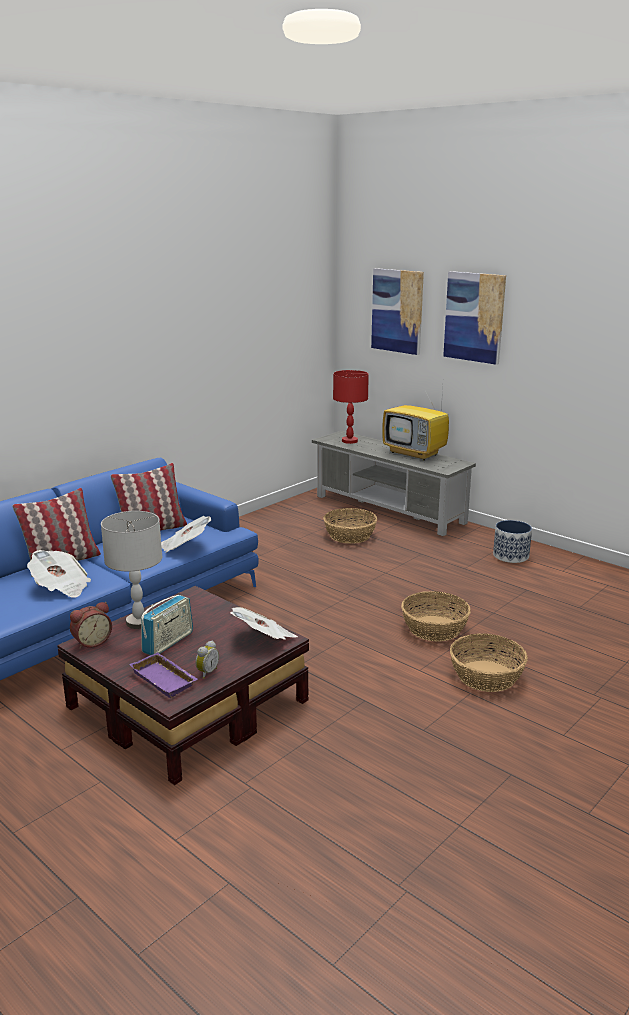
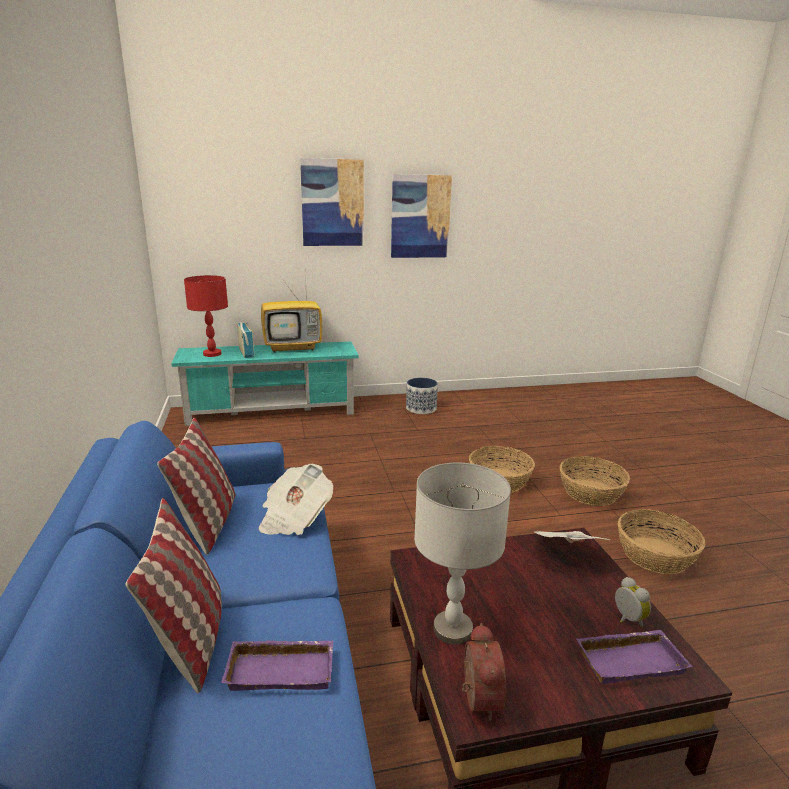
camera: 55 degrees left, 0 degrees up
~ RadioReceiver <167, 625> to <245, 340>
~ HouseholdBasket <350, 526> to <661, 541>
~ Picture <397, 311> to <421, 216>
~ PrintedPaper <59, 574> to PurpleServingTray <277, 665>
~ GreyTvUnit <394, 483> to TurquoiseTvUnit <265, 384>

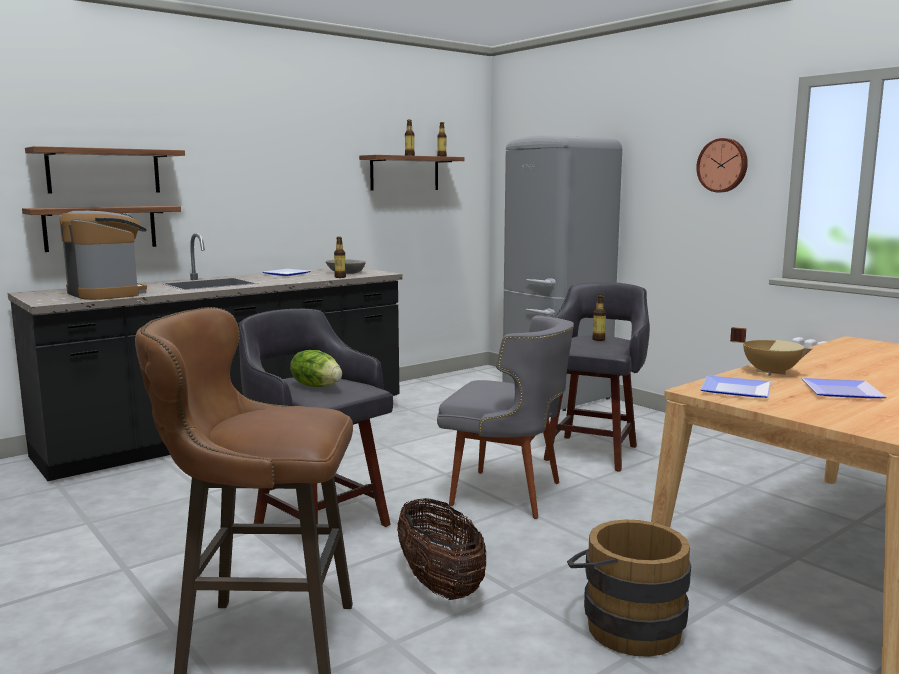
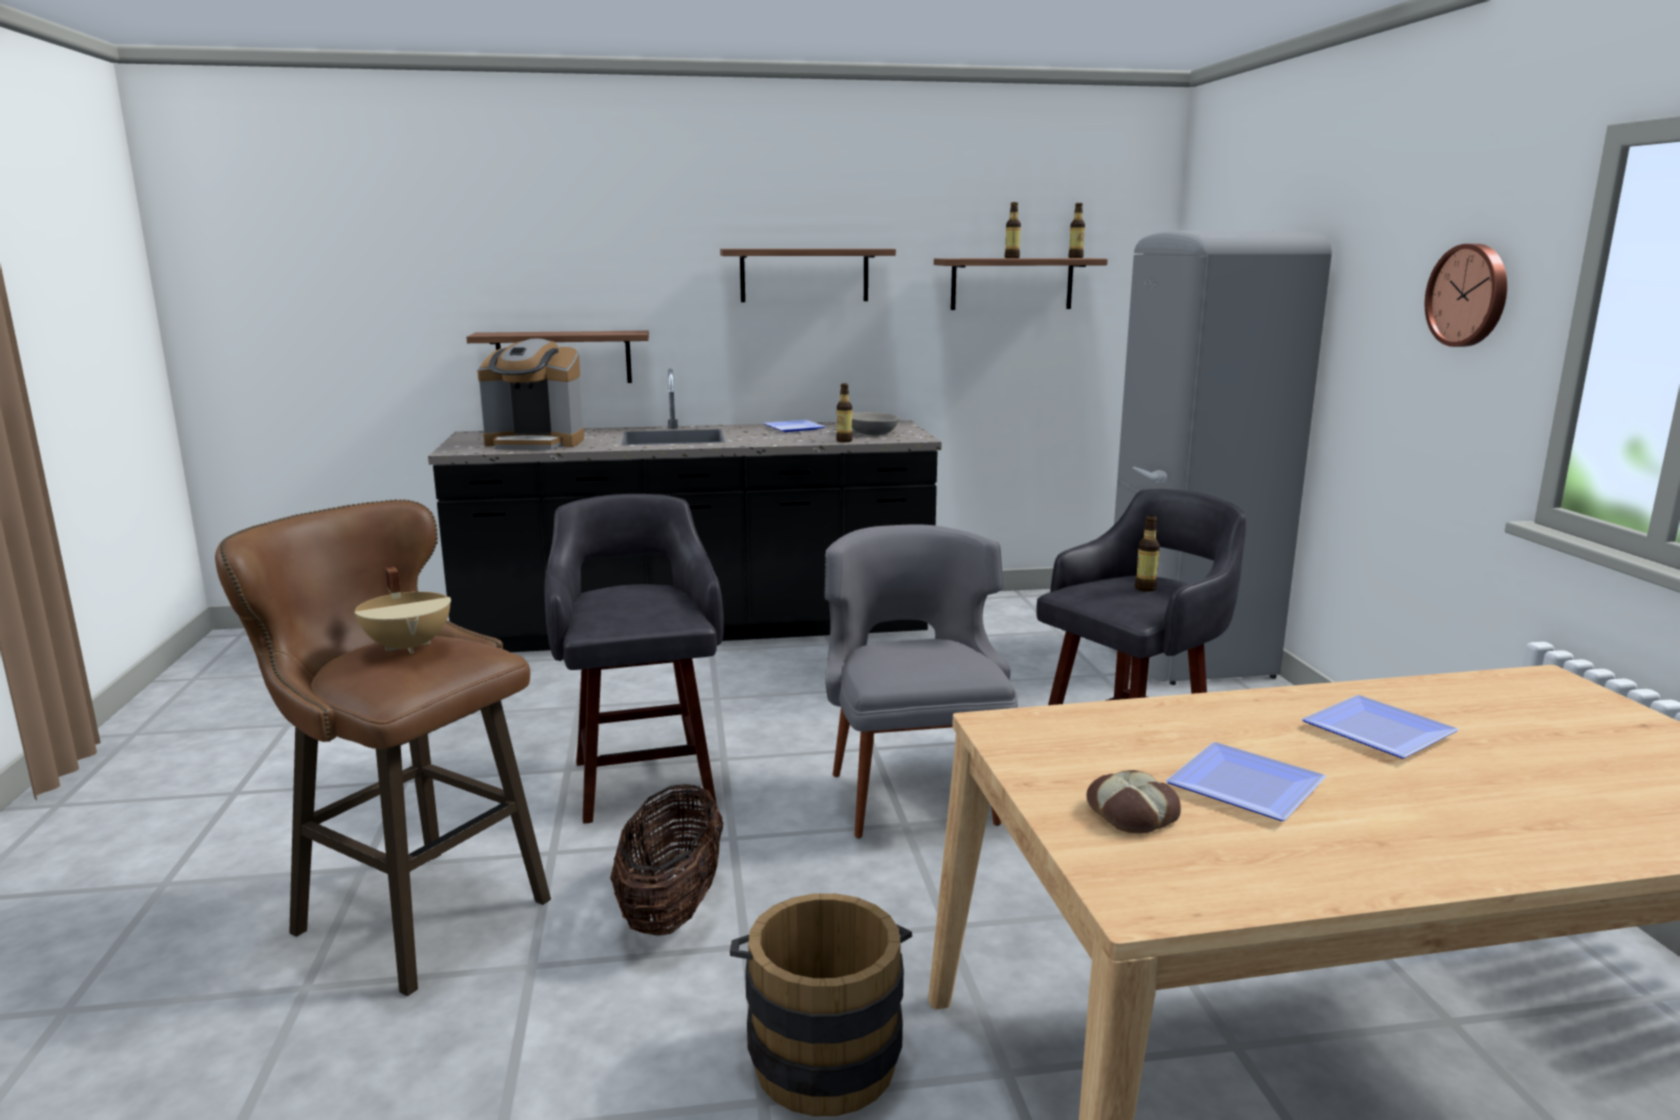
camera: 30 degrees right, 5 degrees up
- Lettuce <316, 368>
+ BakedBread <1134, 802>
~ BracketShelf <105, 169> to <808, 275>
~ FlatDish <735, 386> to <1380, 726>
~ BeigeCookingPot <771, 351> to <402, 610>
~ CoffeeMachine <103, 255> = <530, 394> 105 degrees clockwise
~ GreyUprightChair <505, 417> = <921, 681> 150 degrees counterclockwise

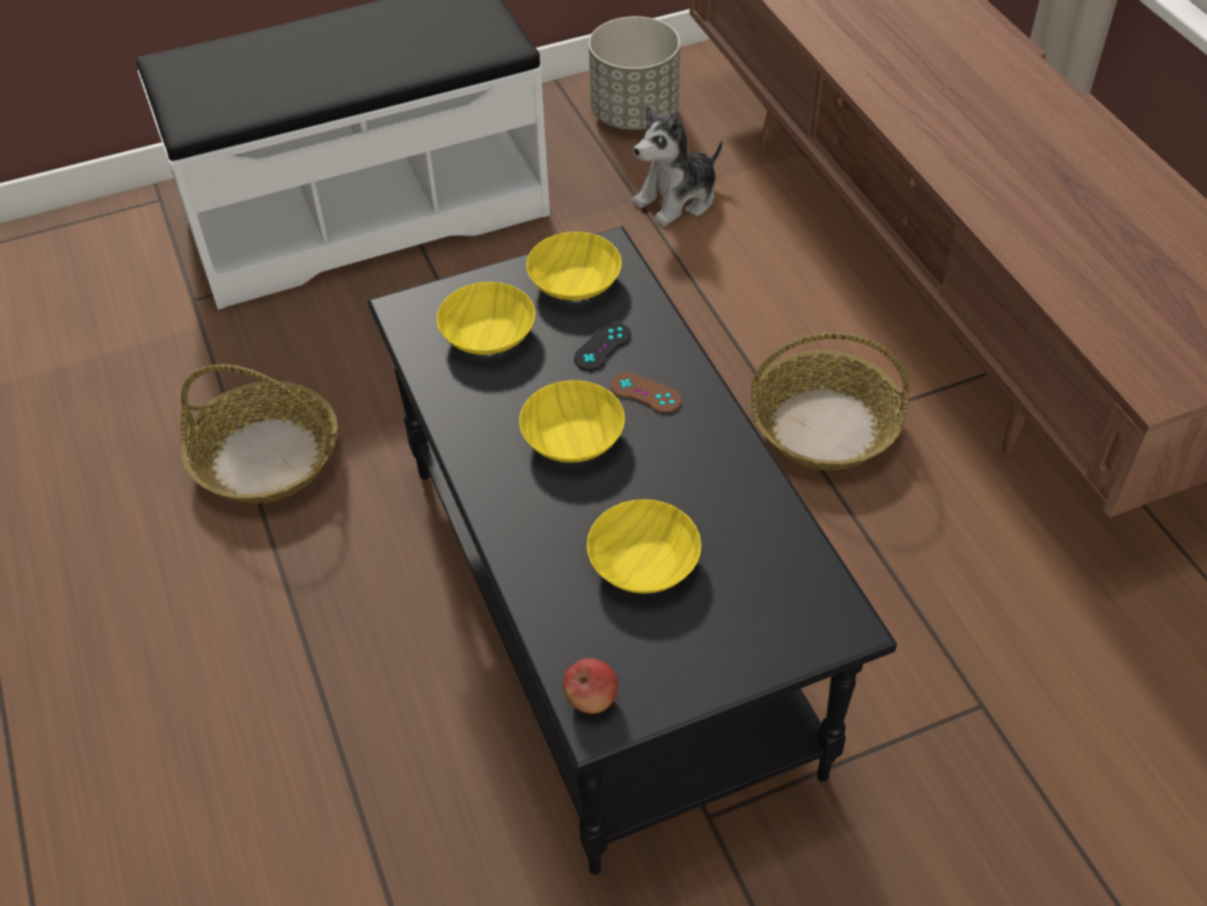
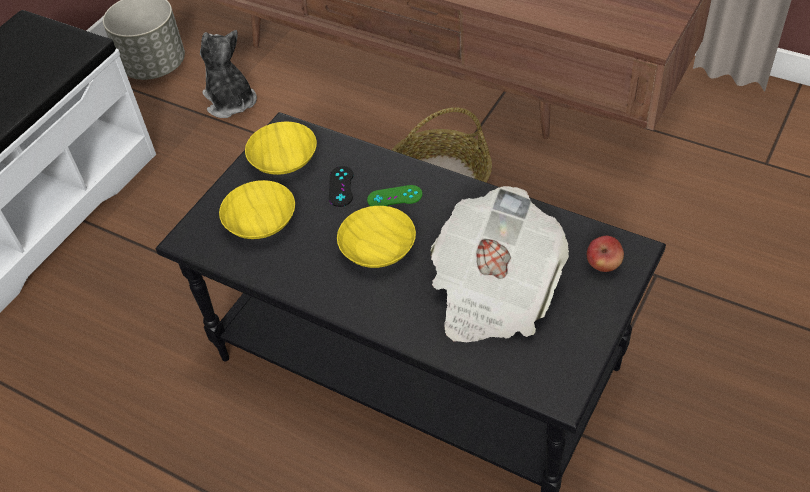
camera: 35 degrees left, 0 degrees up
- HouseholdBasket <259, 434>
~ AppleFruit <590, 686> to <605, 254>
~ YellowColouredServingBowl <644, 546> to PrintedPaper <499, 264>
~ BrownishGameController <646, 392> to GreenishGameController <394, 195>
~ CuddlyToy <677, 166> = <228, 74> 135 degrees clockwise

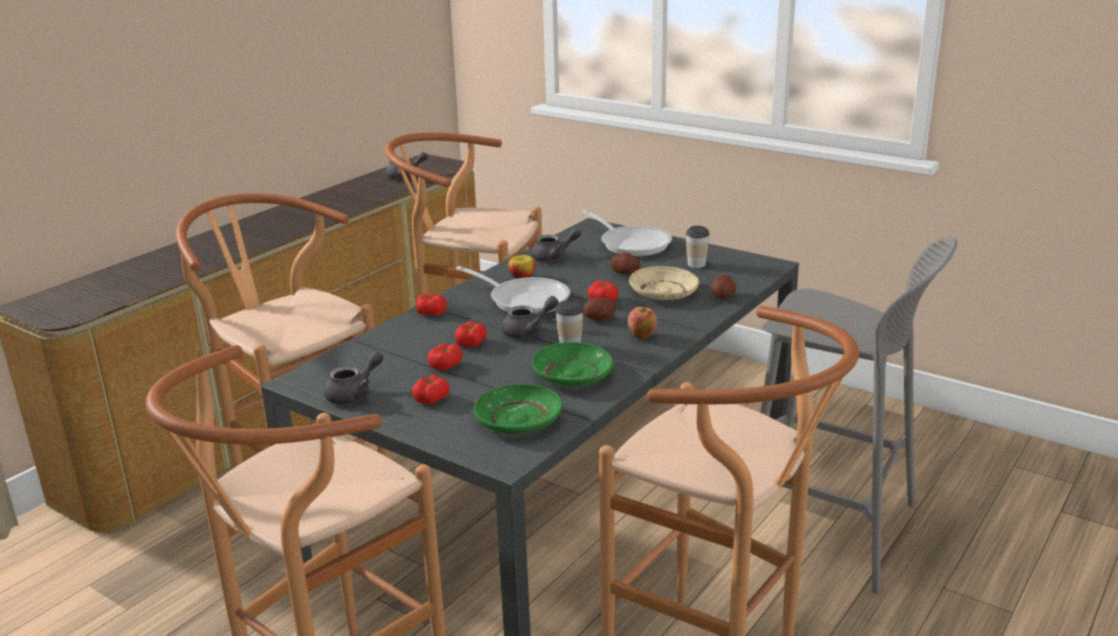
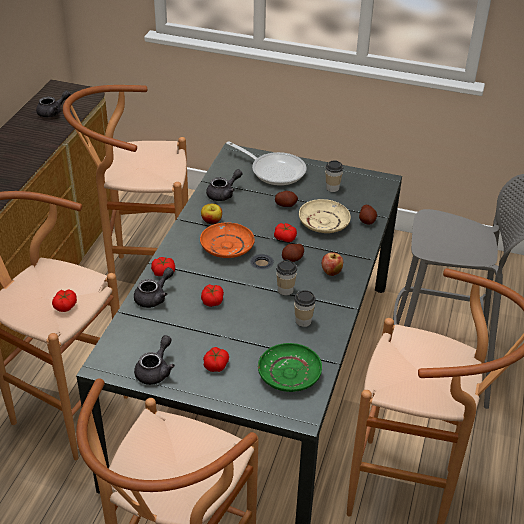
camera: 20 degrees left, 15 degrees up
~ Tomato <445, 357> to <64, 300>
~ GreyPotForTea <530, 317> to <154, 287>
~ Skillet <513, 289> to OrangeColouredFlatDish <227, 240>
~ GreenishFlatDish <572, 364> to SmallCup <305, 308>

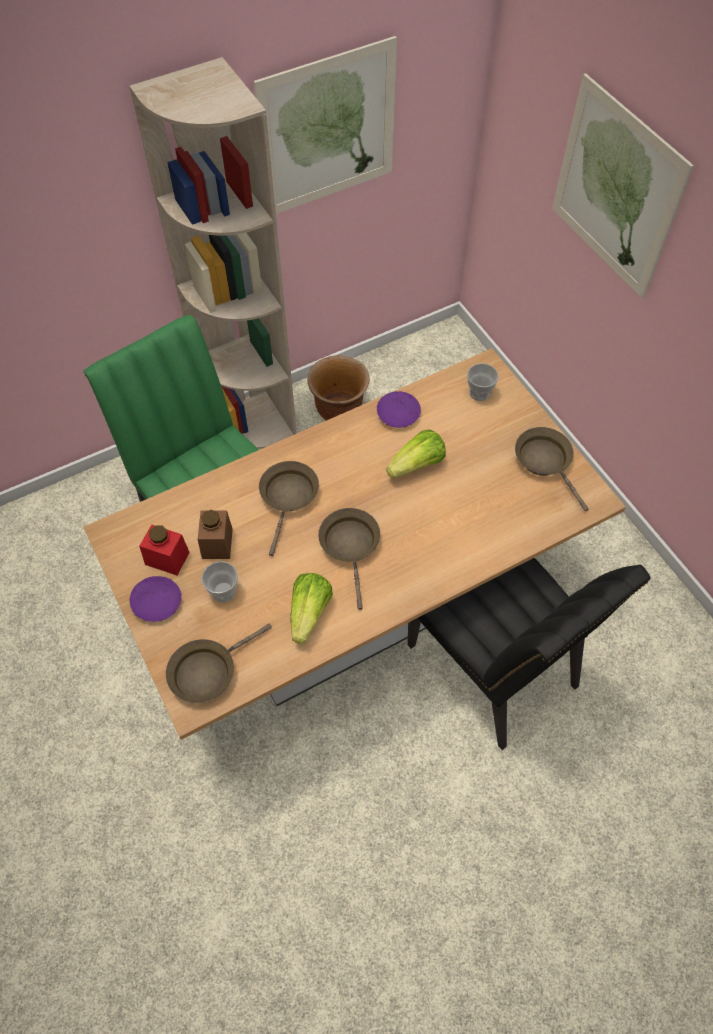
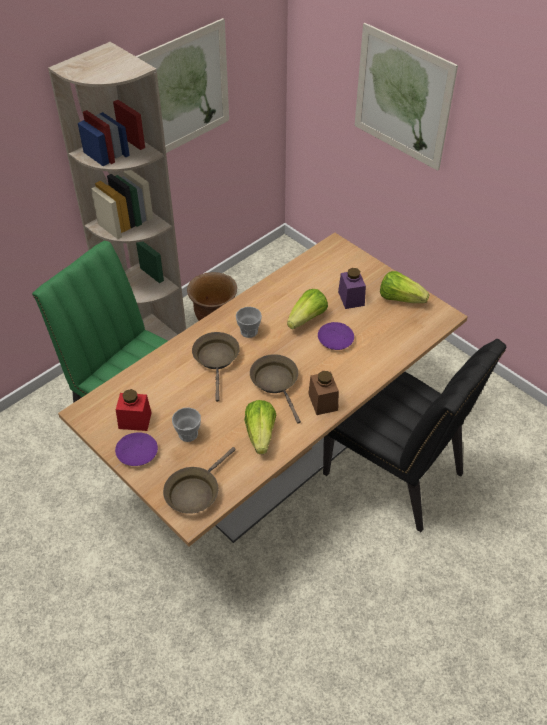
camera: 15 degrees left, 10 degrees down
+ PurpleJar <352, 288>
~ BrownishJar <215, 534> to <323, 393>
~ PurpleFlatDish <399, 409> to <336, 336>
~ SmallCup <483, 382> to <249, 322>
~ BrownishSkillet <552, 469> to Lettuce <404, 287>

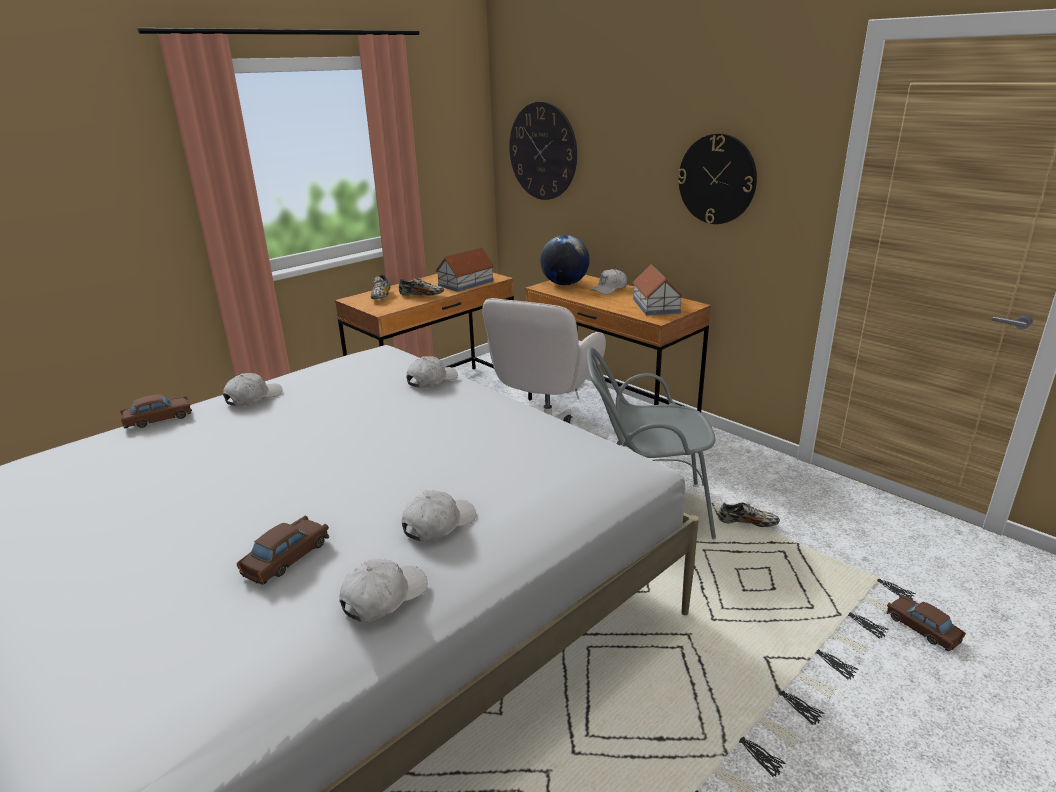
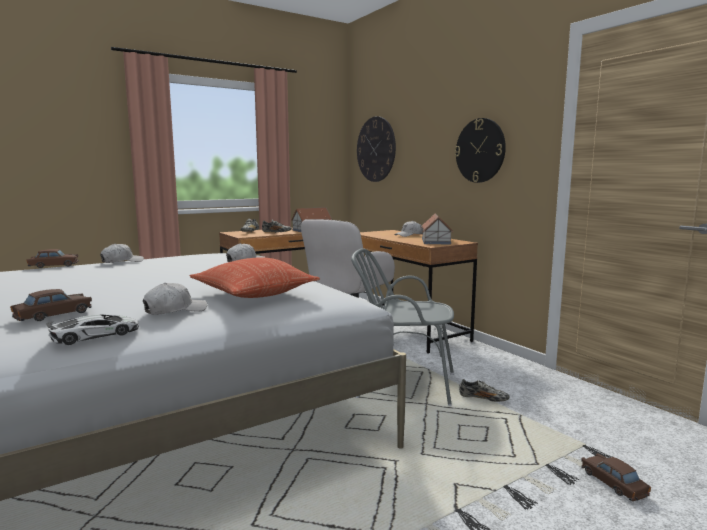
camera: 10 degrees right, 15 degrees down
- WorldGlobe <565, 260>
+ OrangeColouredCushion <255, 277>
~ WhitishCap <383, 590> to ToyCar <92, 329>

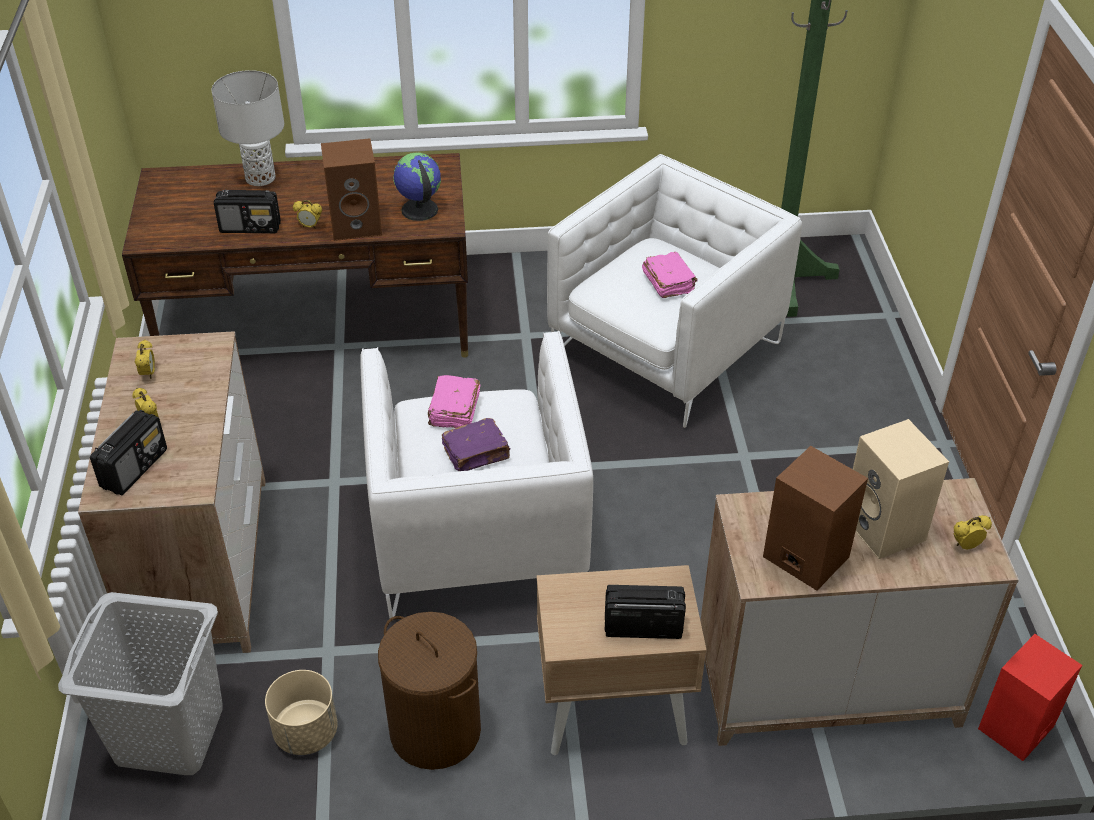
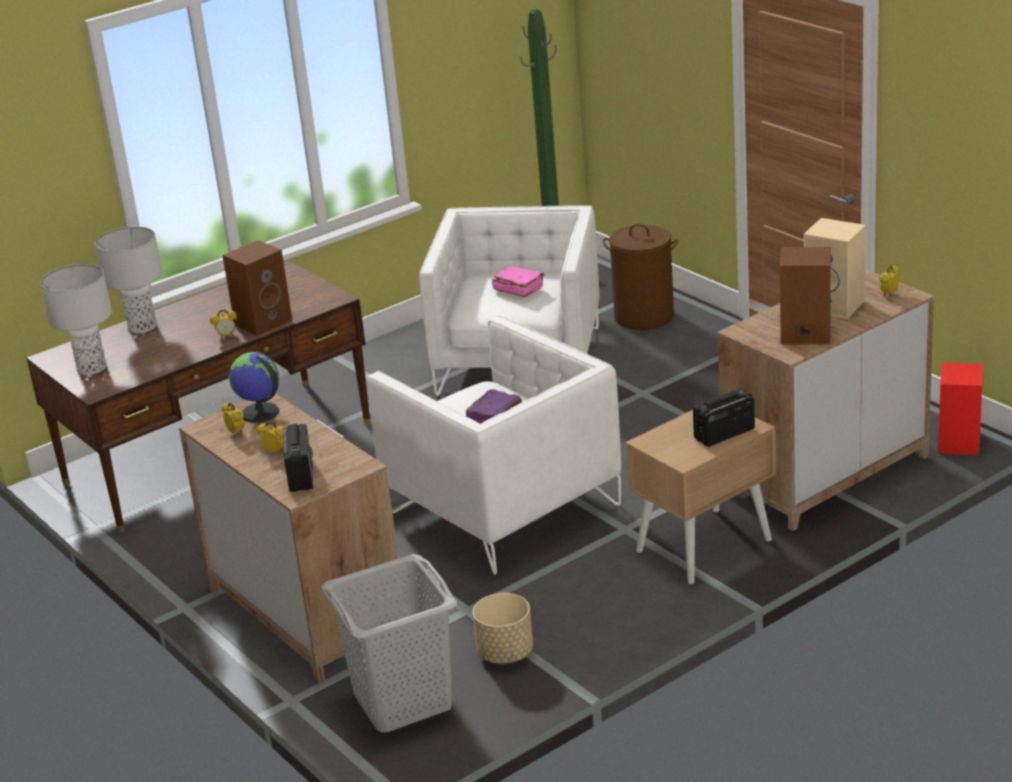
camera: 30 degrees left, 15 degrees down
- RadioReceiver <247, 211>
- PinkColouredBoundBook <454, 401>
+ WhitishTableLamp <76, 319>
~ BrownishHamper <429, 691> to <641, 277>
~ WorldGlobe <417, 186> to <254, 387>

